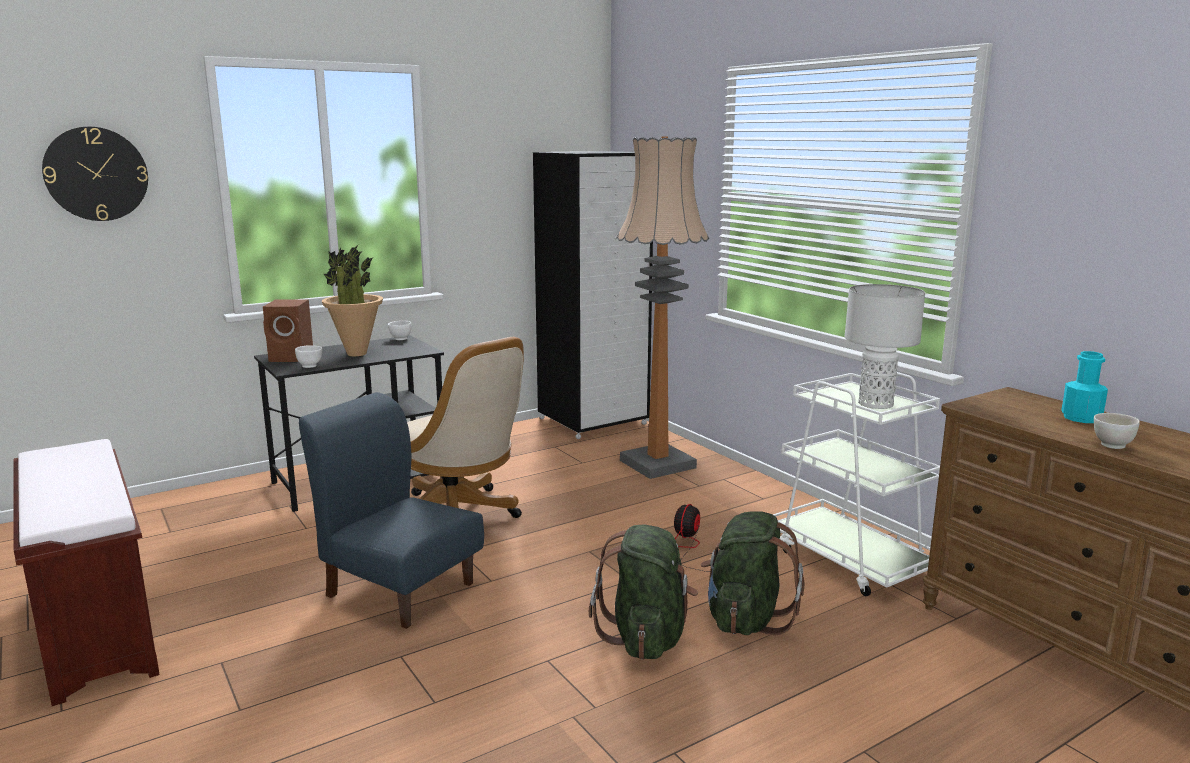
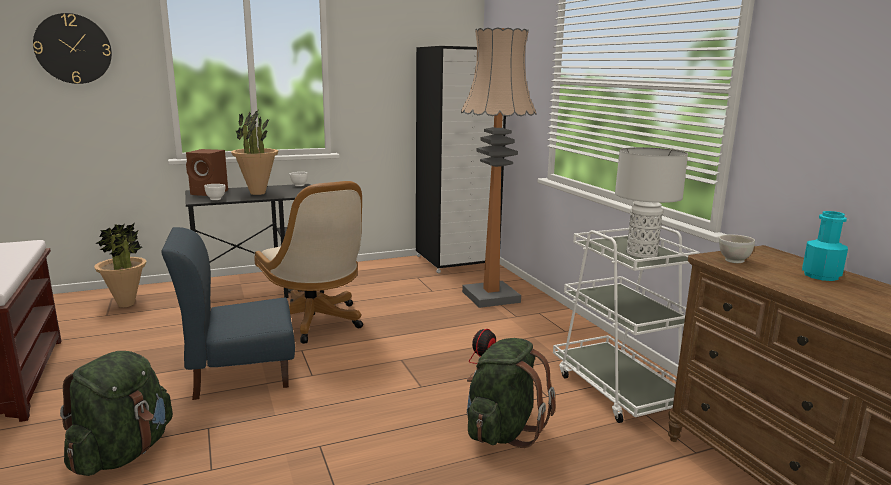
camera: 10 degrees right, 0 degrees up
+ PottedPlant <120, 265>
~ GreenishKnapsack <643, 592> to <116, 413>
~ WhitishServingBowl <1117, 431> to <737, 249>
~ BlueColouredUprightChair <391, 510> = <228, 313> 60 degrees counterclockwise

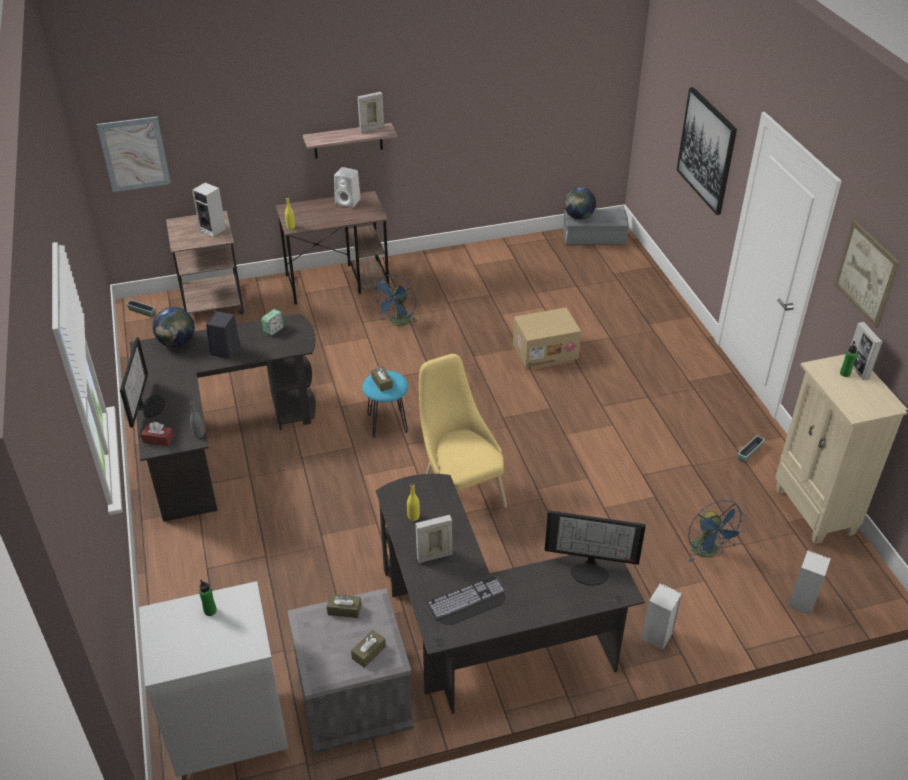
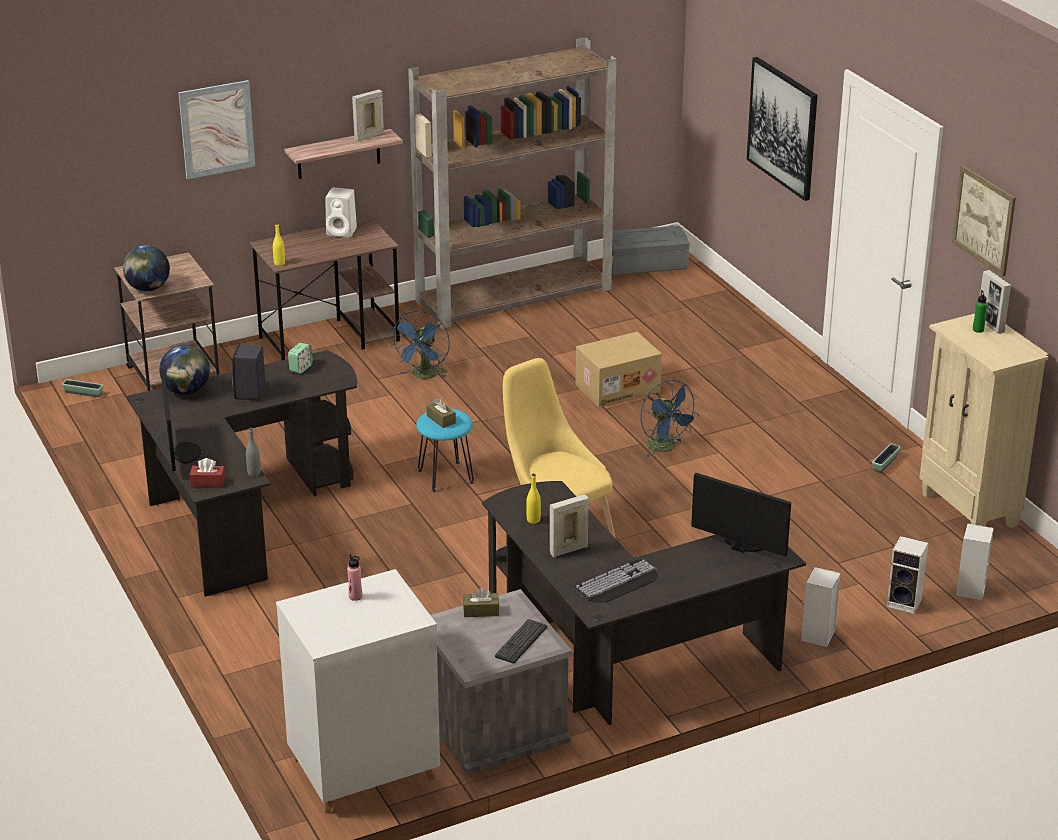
camera: 10 degrees left, 10 degrees down
+ BrownishBookcase <512, 183>
~ Picture <134, 154> to <216, 129>
~ Loudspeaker <209, 209> to <907, 575>
~ WorldGlobe <580, 204> to <146, 268>
~ BlueColouredCoolingFan <717, 531> to <670, 418>
~ BrownishTissueHolder <368, 649> to Keyboard <521, 641>
~ GreenishBeverageBottle <207, 598> to PinkColouredBeverageBottle <354, 577>
~ Monitor <595, 548> = <741, 515> 150 degrees counterclockwise

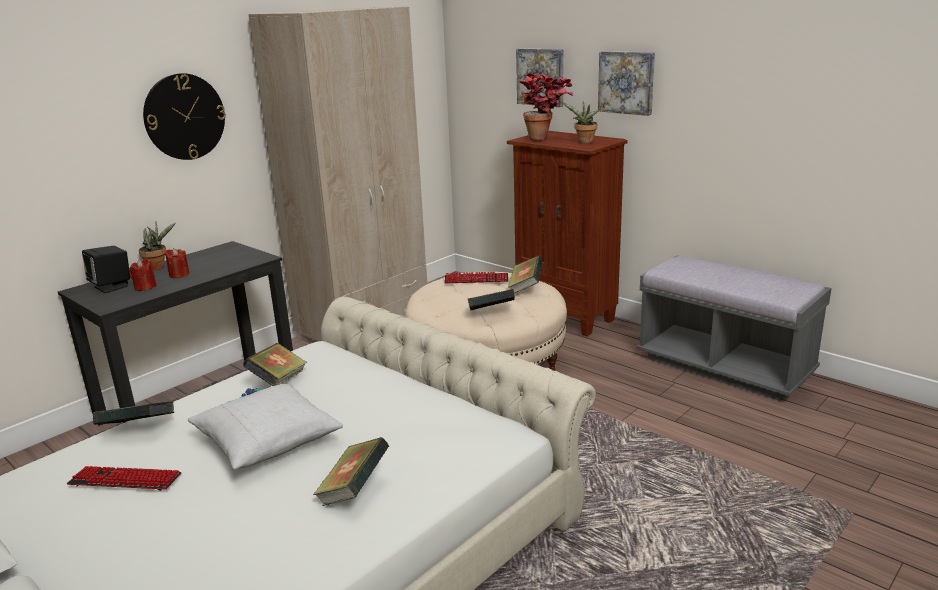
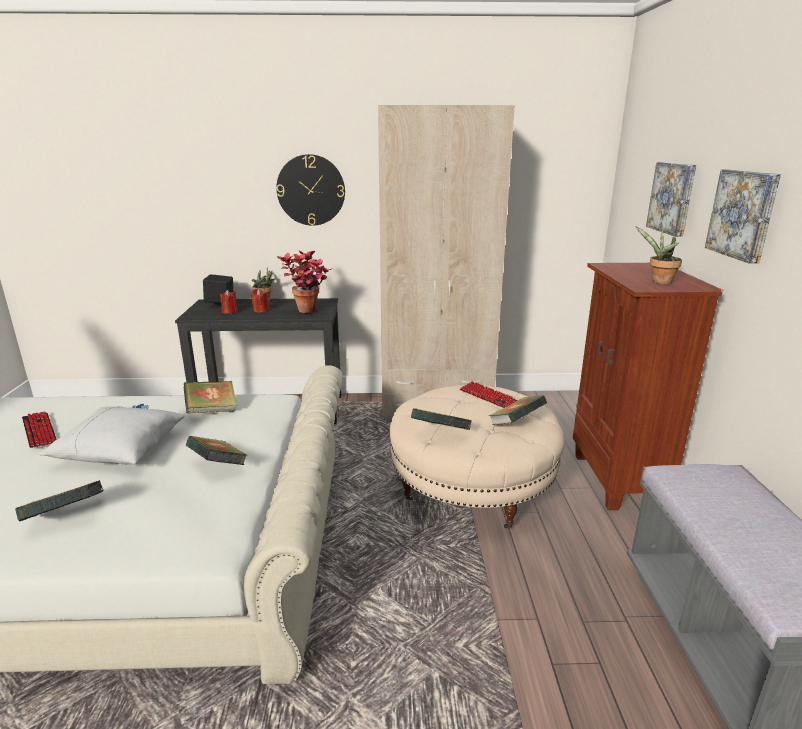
camera: 45 degrees right, 0 degrees up
~ BoundBook <133, 413> to <216, 450>
~ PottedPlant <546, 106> to <304, 281>

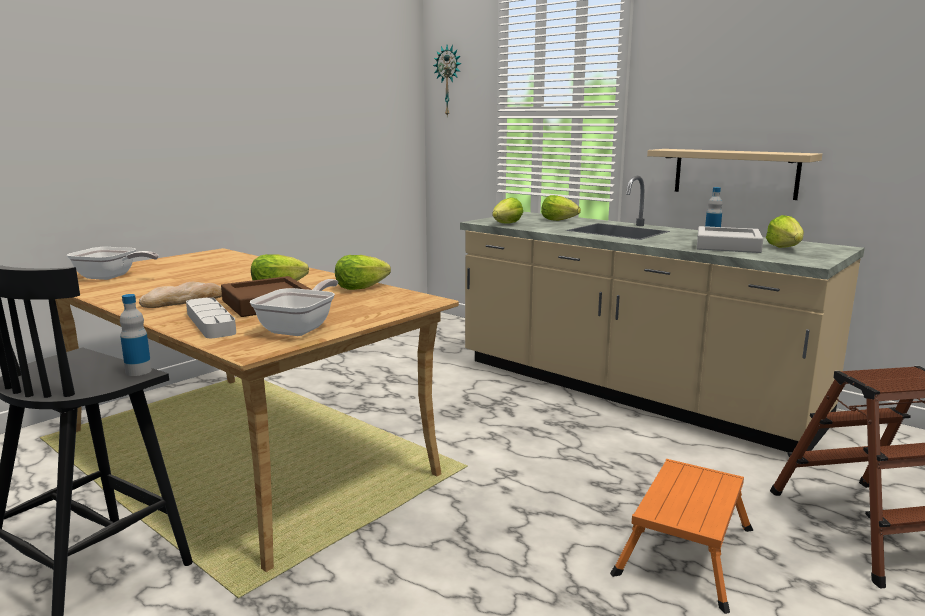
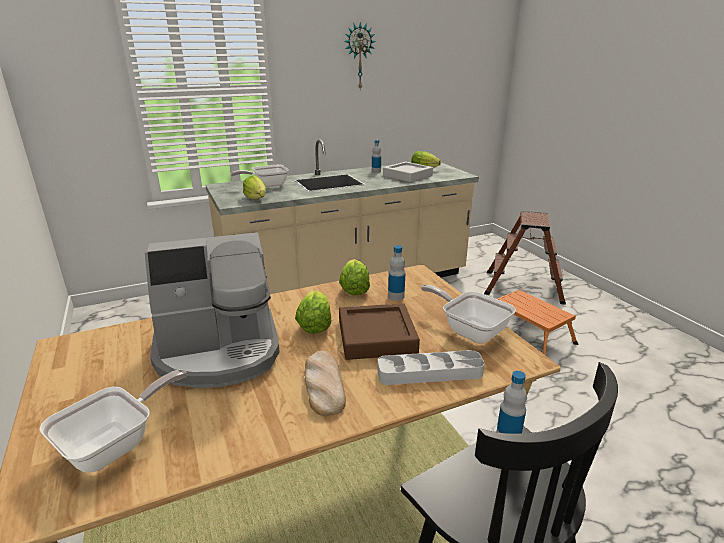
camera: 65 degrees left, 10 degrees up
- BeigeBracketShelf <734, 174>
+ CoffeeMachine <212, 310>
+ BeverageBottle <396, 273>
~ WallClock <447, 80> to <360, 55>
~ Lettuce <561, 208> to Skillet <260, 176>

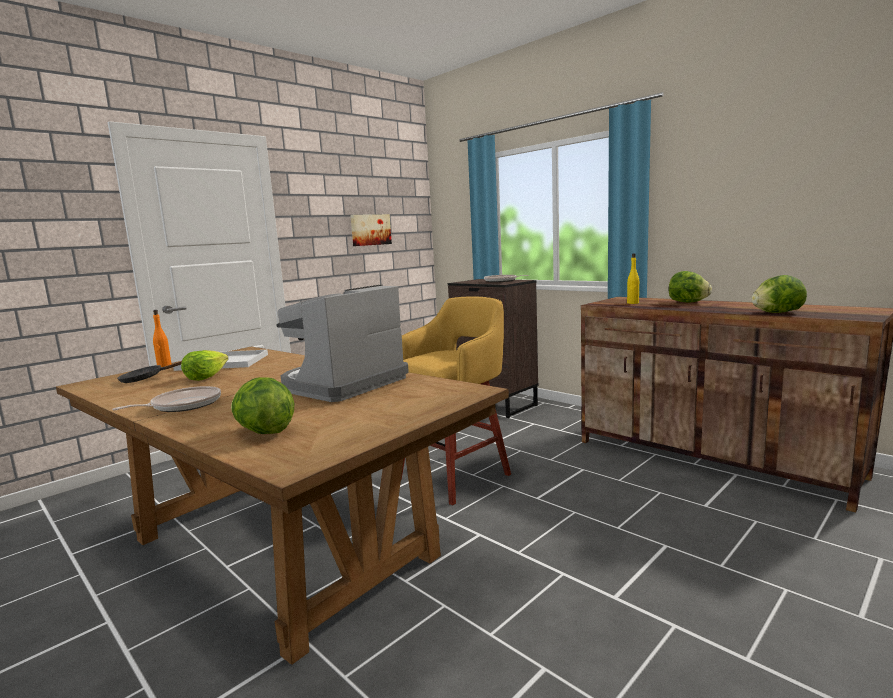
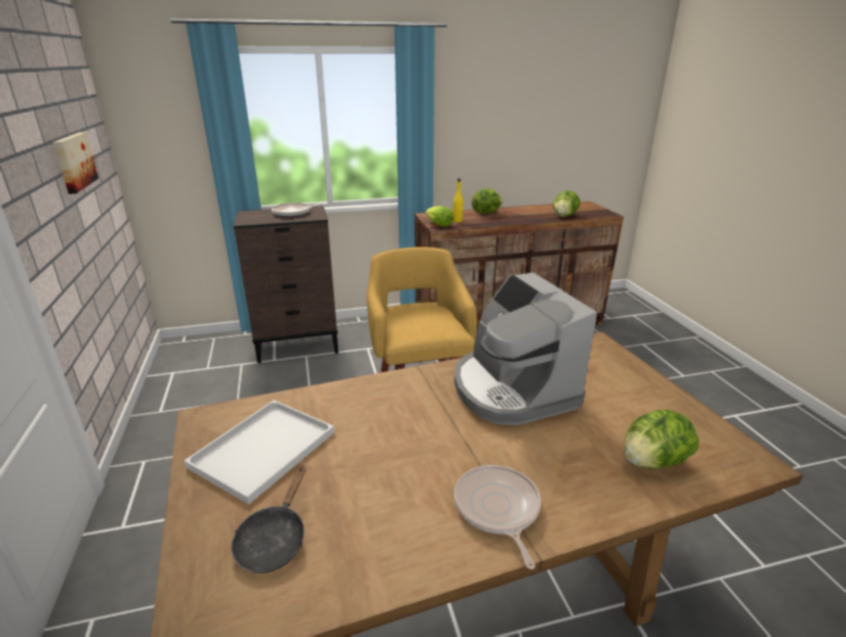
camera: 60 degrees left, 15 degrees up
- OrangeColouredBeverageBottle <162, 338>
~ Lettuce <205, 365> to <440, 216>

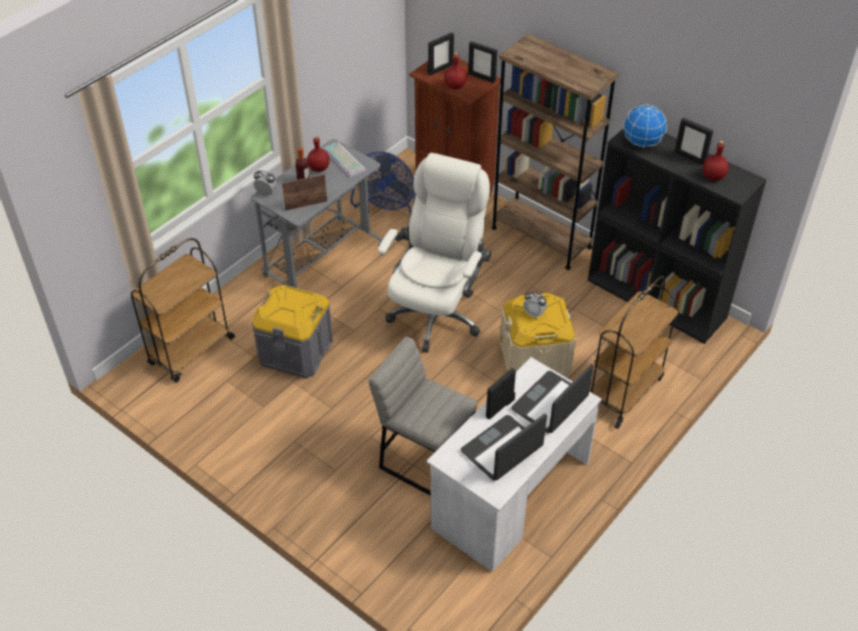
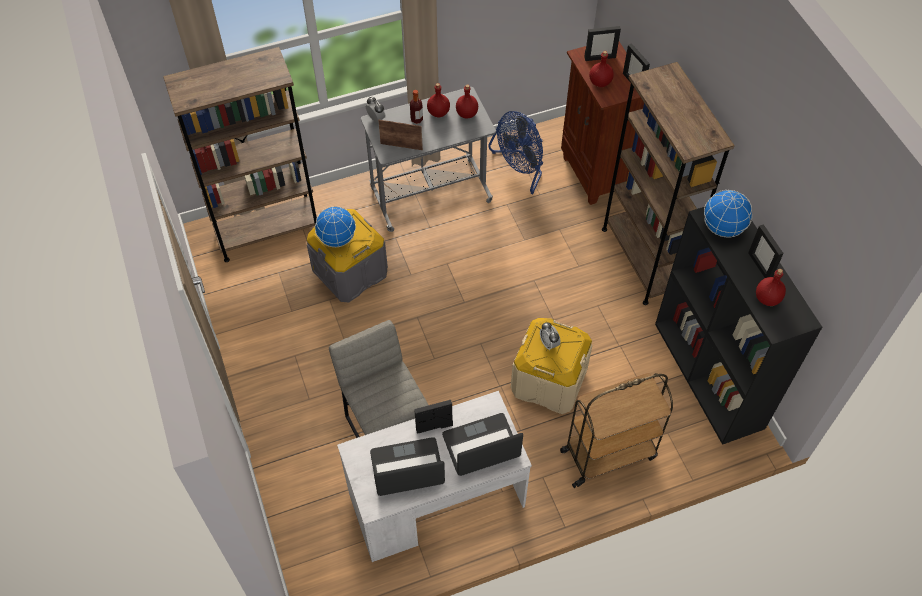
camera: 30 degrees right, 10 degrees up
- WhitishDeskChair <434, 253>
+ WorldGlobe <335, 226>
~ BrownishWheeledCart <183, 310> to BrownishBookcase <240, 154>
~ Keyboard <344, 160> to RedColouredBeverageBottle <467, 101>

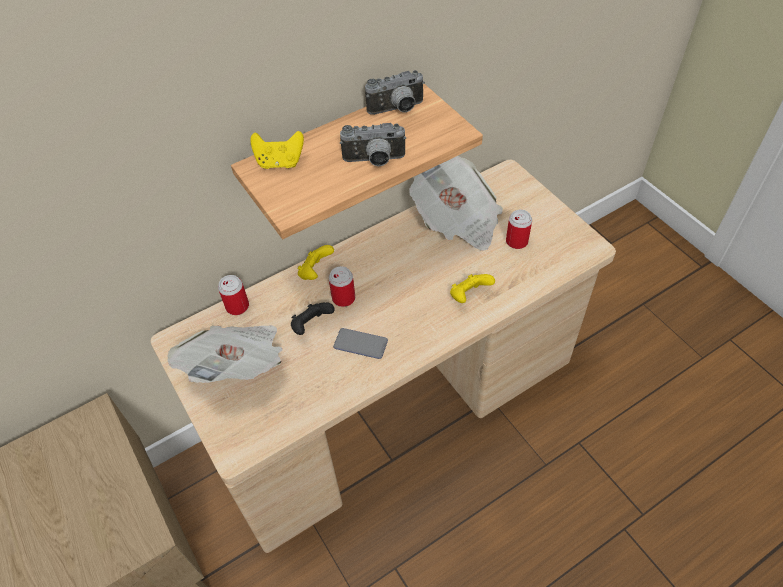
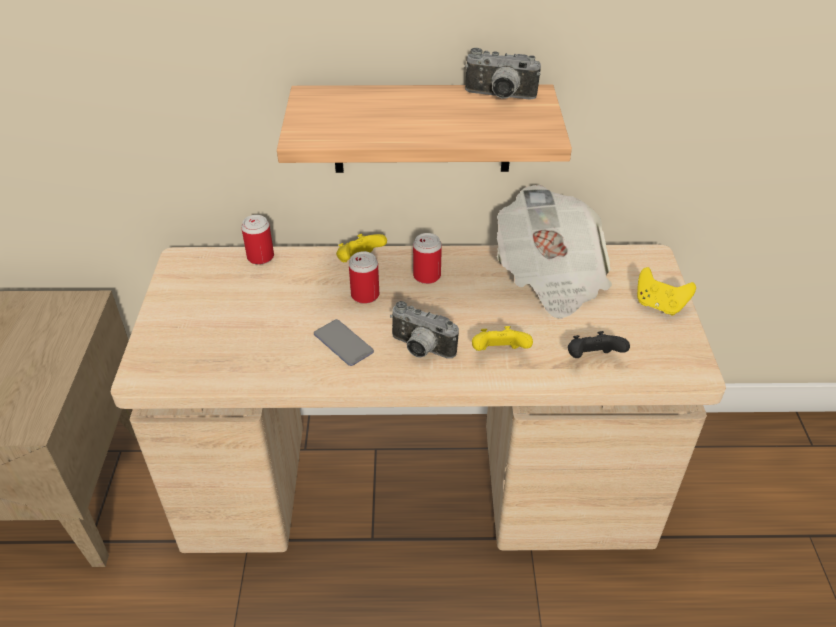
camera: 30 degrees right, 10 degrees down
- PrintedPaper <225, 354>
~ YellowColouredGameController <277, 150> to <666, 291>
~ BlackColouredGameController <313, 318> to <599, 344>
~ PhotoCamera <373, 144> to <424, 330>
~ Can <519, 229> to <427, 258>

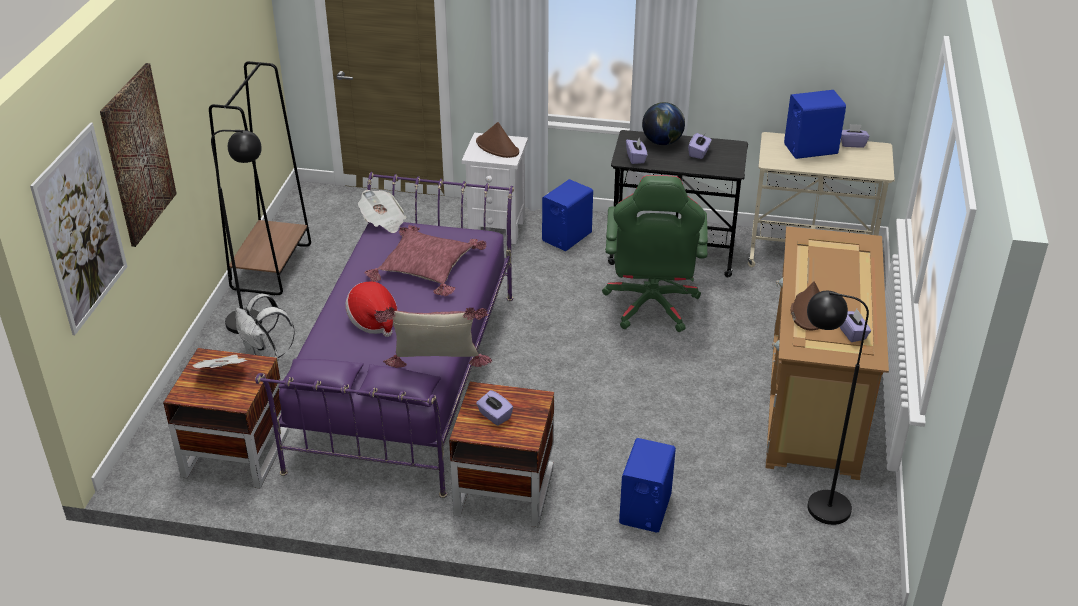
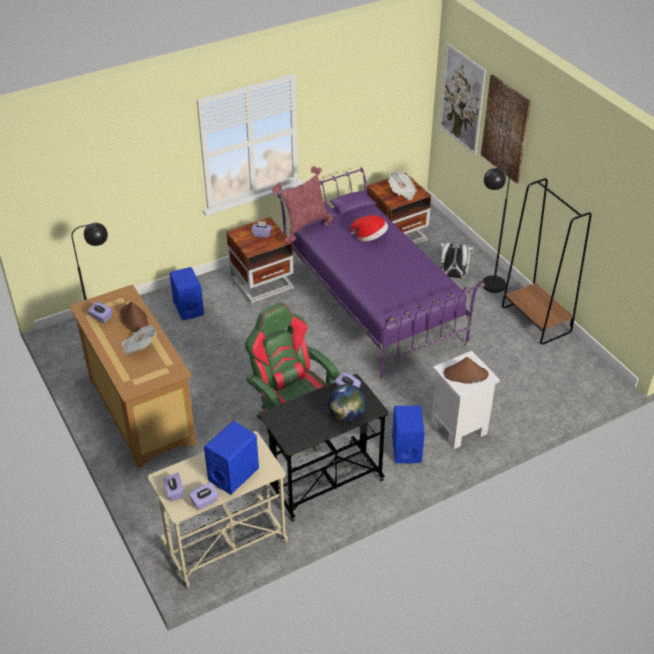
camera: 140 degrees right, 5 degrees up
- RedColouredCushion <425, 261>
~ PrintedPaper <382, 211> to <139, 340>
~ PurpleTissueHolder <700, 146> to <174, 487>

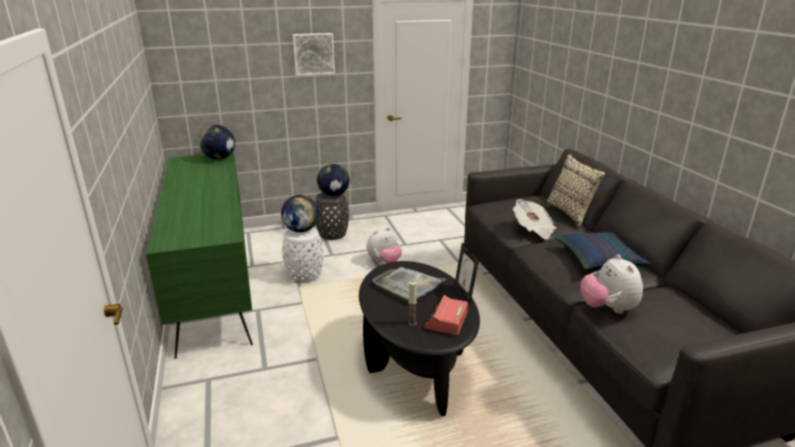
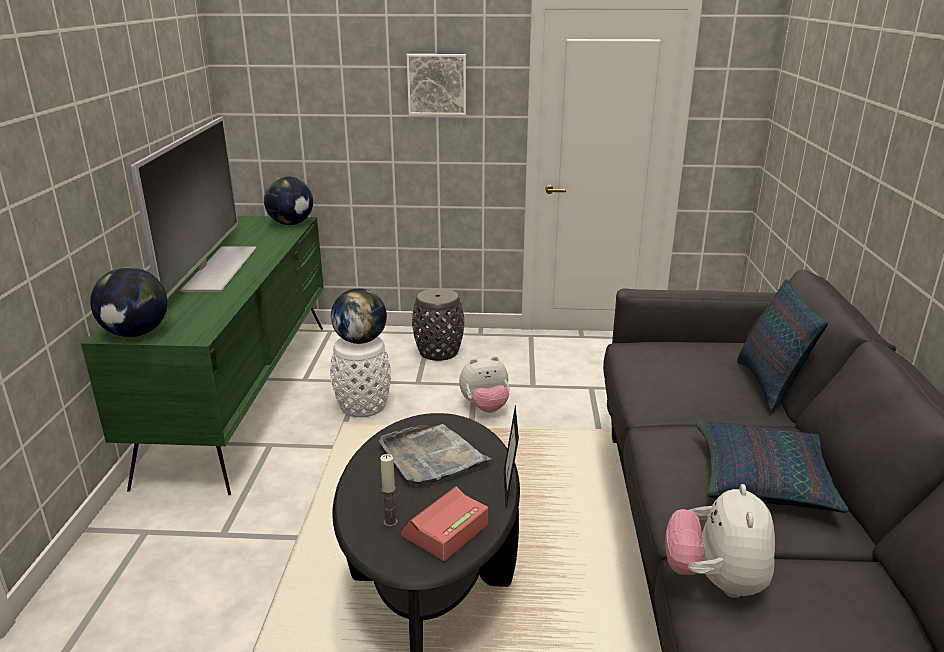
camera: 20 degrees right, 0 degrees up
- PrintedPaper <534, 219>
+ Television <194, 207>
~ WorldGlobe <333, 180> to <129, 302>
~ BeigeCushion <575, 190> to BlueColouredCushion <782, 345>

